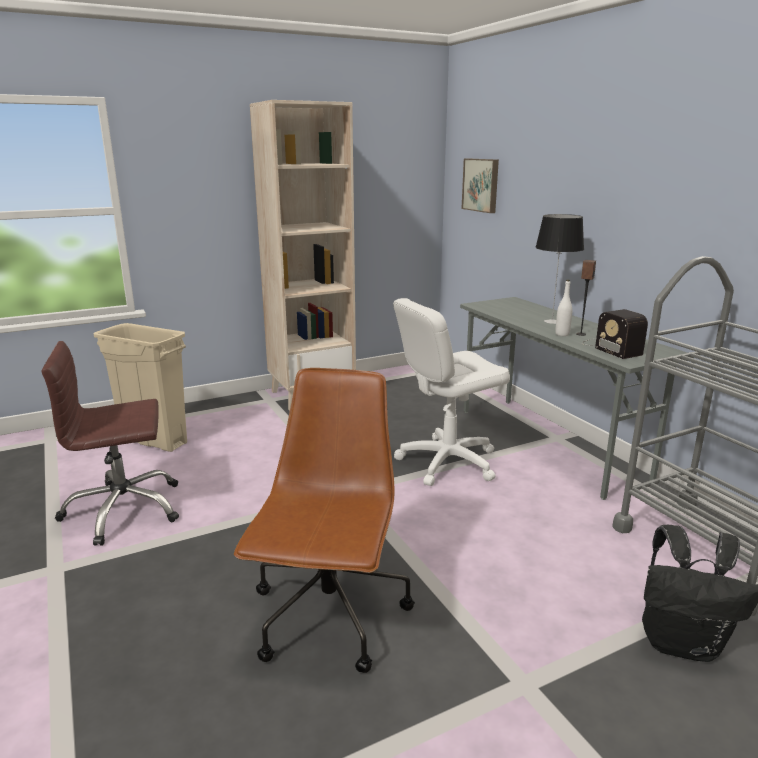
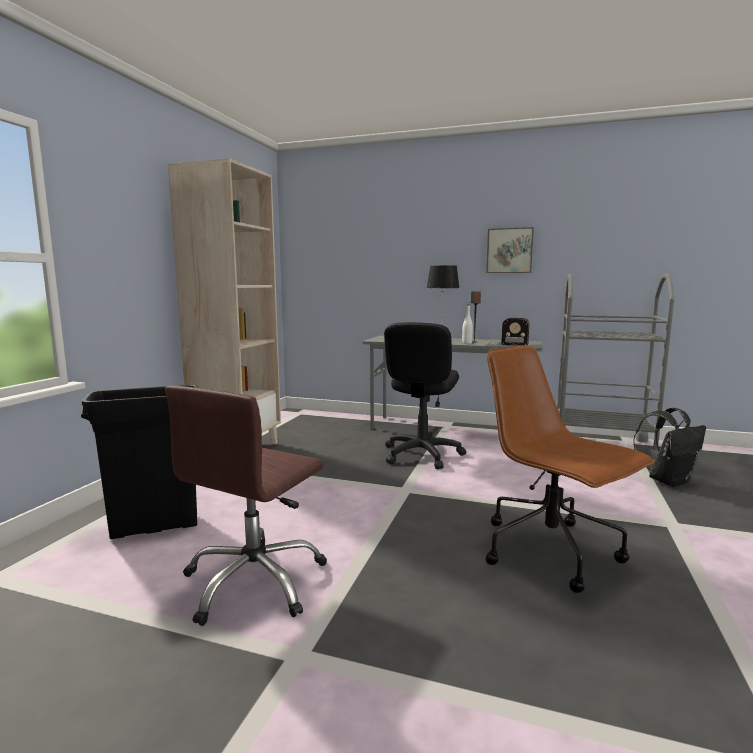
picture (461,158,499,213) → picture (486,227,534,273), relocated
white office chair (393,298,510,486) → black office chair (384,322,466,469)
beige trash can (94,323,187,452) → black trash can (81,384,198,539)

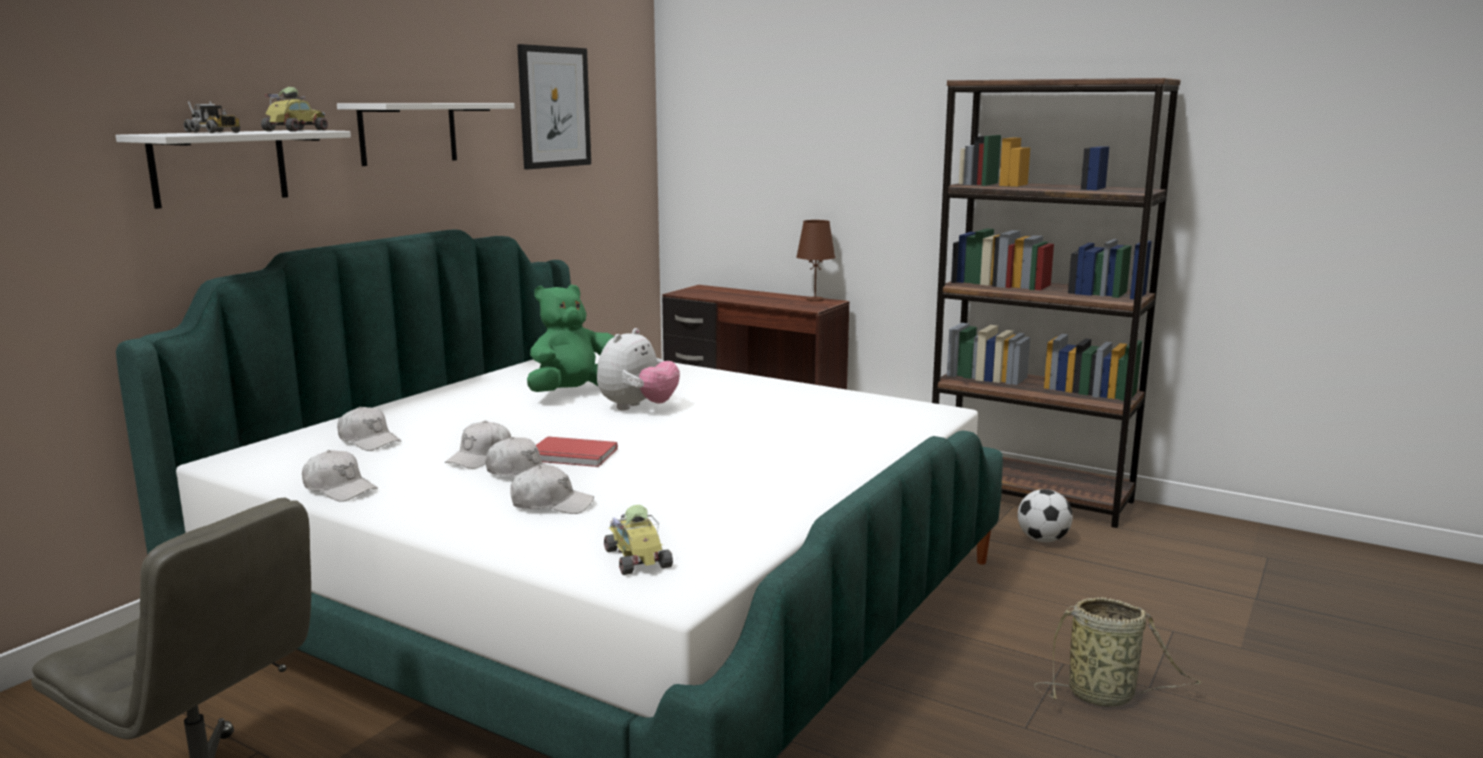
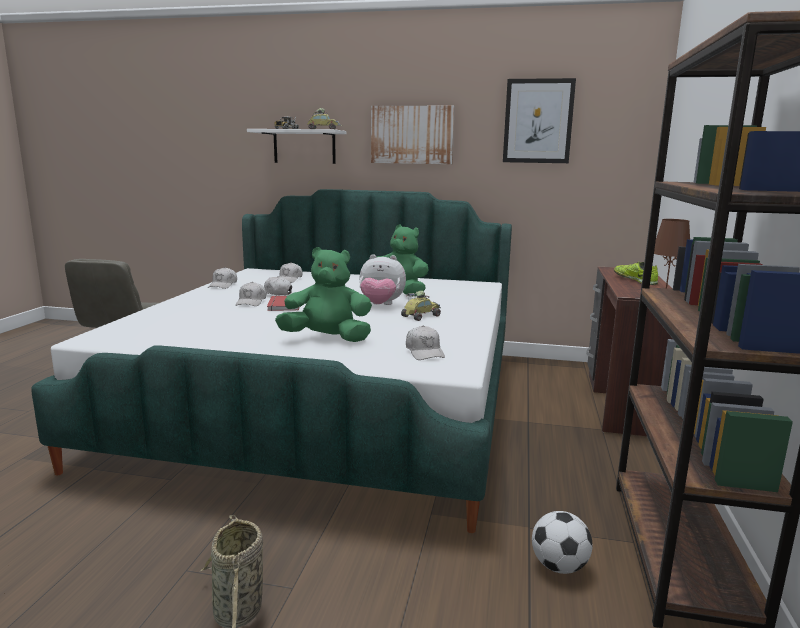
white shelf (337,103,515,166) → picture (371,106,455,164)
white cap (510,465,594,514) → white cap (406,325,445,360), relocated
toy car (604,505,673,575) → toy car (401,291,441,321), relocated
- → green plush toy (275,247,372,342)
- → shoe (614,262,658,285)

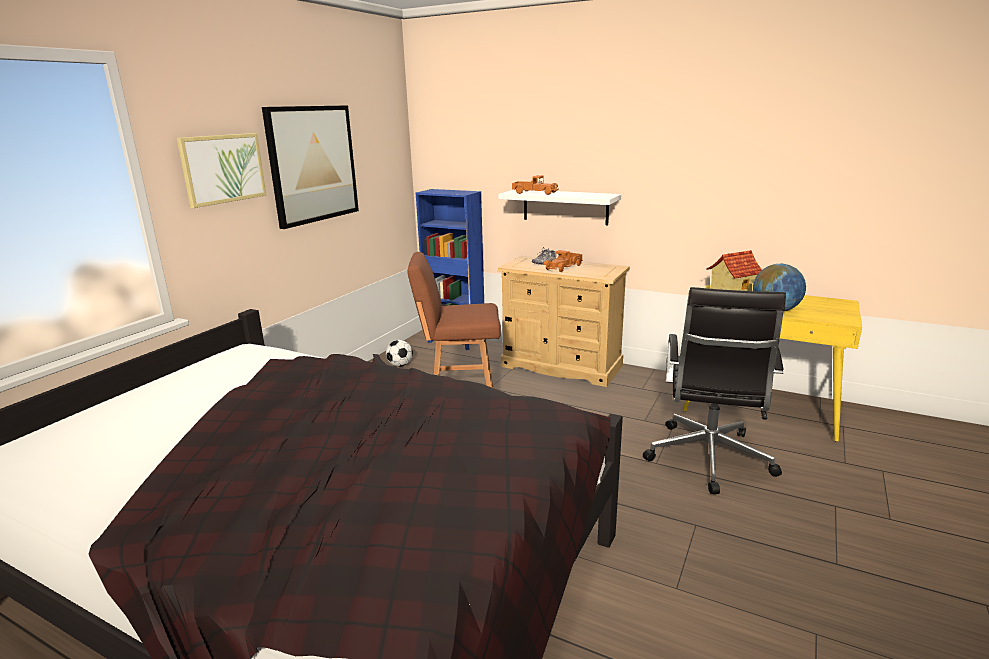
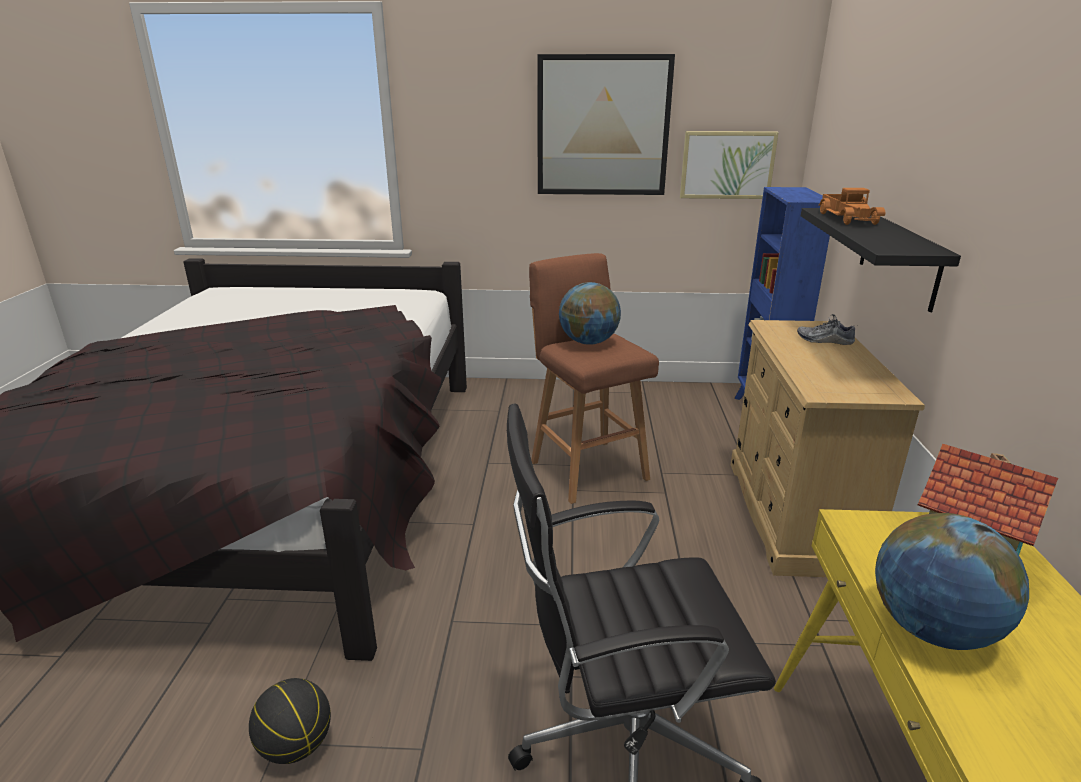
picture (177,133,266,208) → picture (680,131,779,199), relocated
white shelf (498,190,621,225) → black shelf (801,208,961,312)
toy truck (544,250,583,272) → -
football (386,340,413,367) → -
- → globe (559,282,621,345)
- → basketball (249,678,331,764)

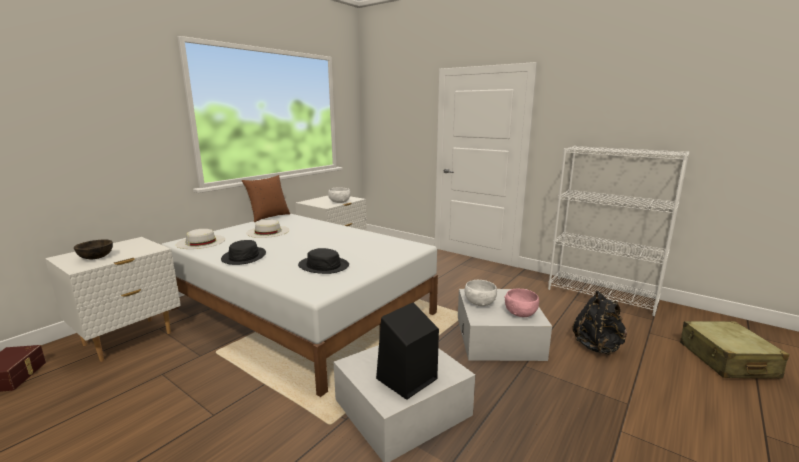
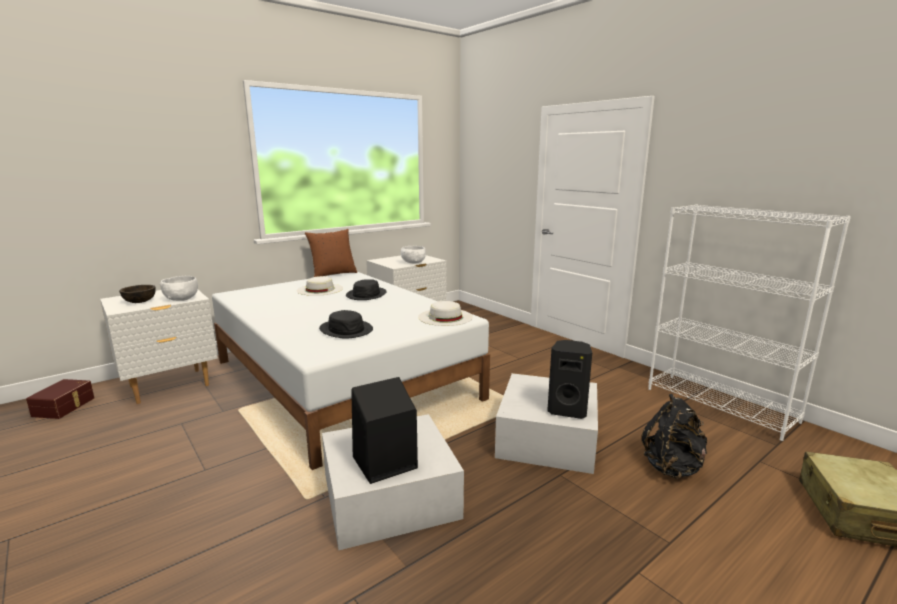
white hat (176,229,225,249) → white hat (418,301,473,326), relocated
black hat (221,240,266,265) → black hat (346,279,387,300), relocated
white bowl (465,280,497,306) → white bowl (160,276,198,301), relocated
pink bowl (504,289,539,317) → black speaker (547,340,592,419)

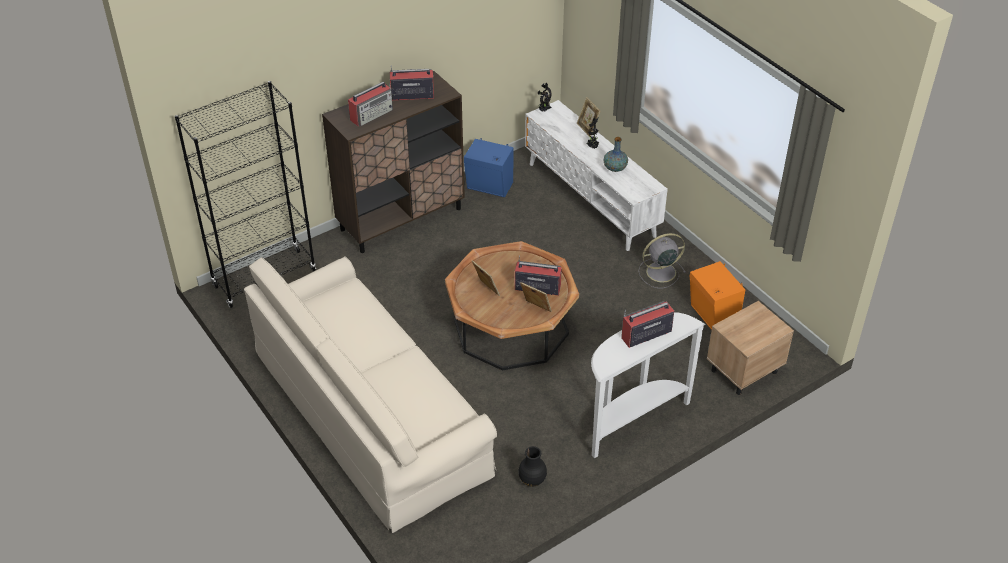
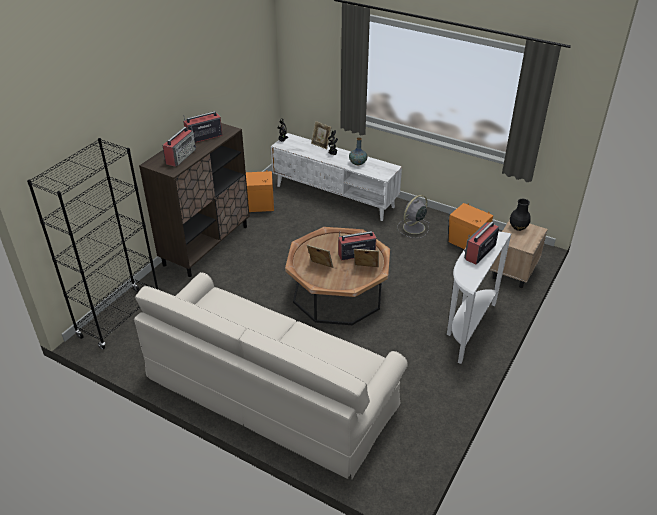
blue speaker (464,138,514,197) → orange speaker (246,170,274,212)
black vase (518,446,547,487) → black vase (510,199,531,231), relocated

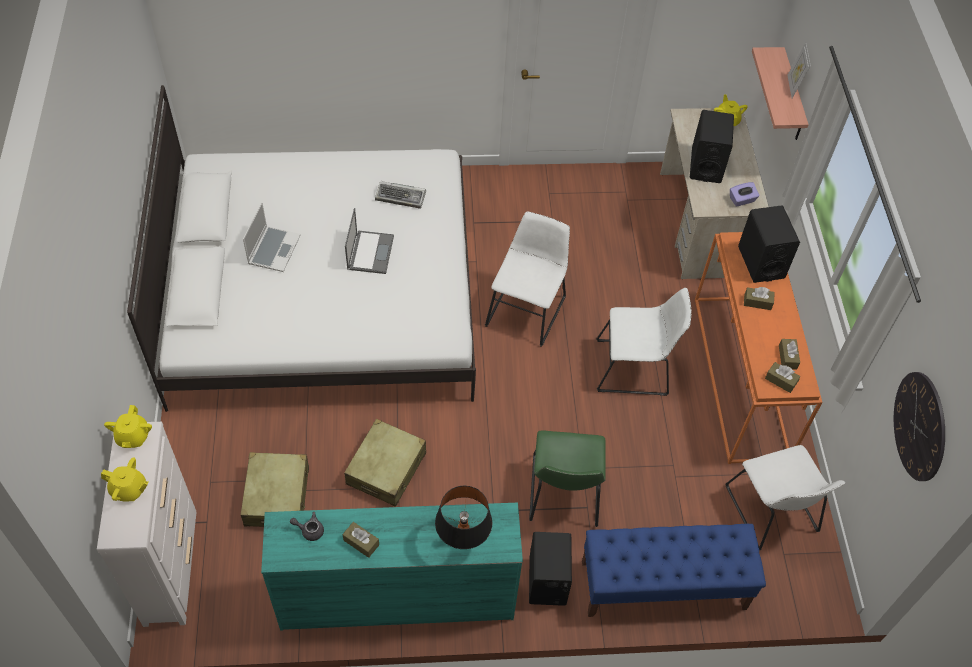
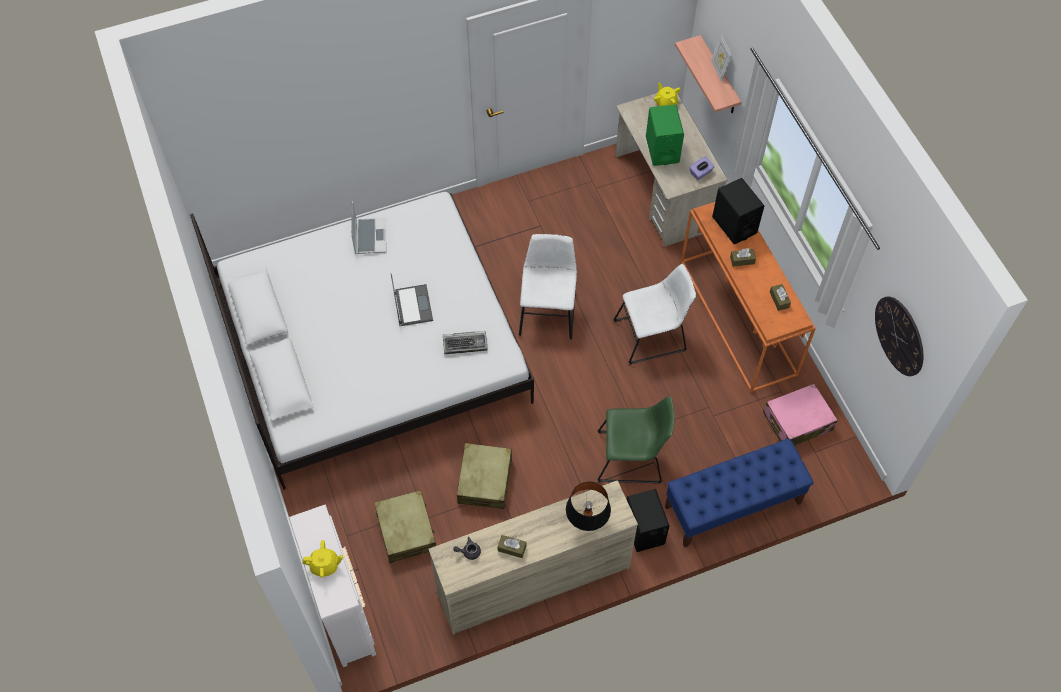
black speaker (690,110,734,183) → green speaker (646,105,684,166)
keyboard (375,181,426,209) → keyboard (443,331,488,354), relocated
laptop (243,202,301,272) → laptop (351,201,387,254), relocated
brown tissue box (765,362,800,393) → -
yellow teapot (104,405,152,448) → -
green chair (529,430,606,527) → green chair (597,396,675,484), 75 degrees counterclockwise
white chair (726,445,845,550) → pink suitcase (763,383,837,446)
turquoise dresser (261,503,523,631) → beige dresser (429,480,638,635)

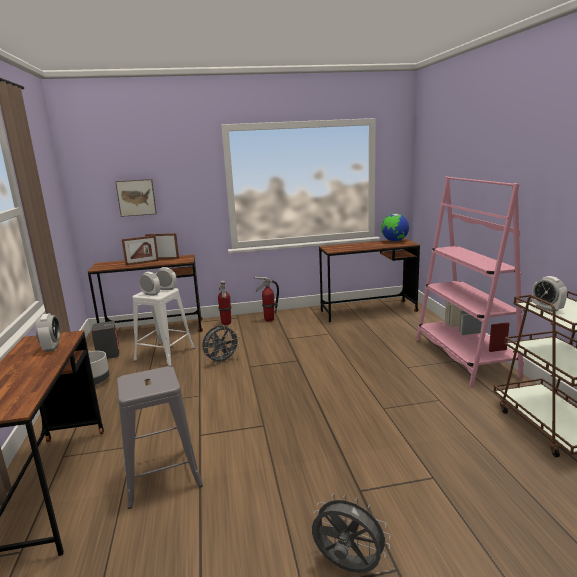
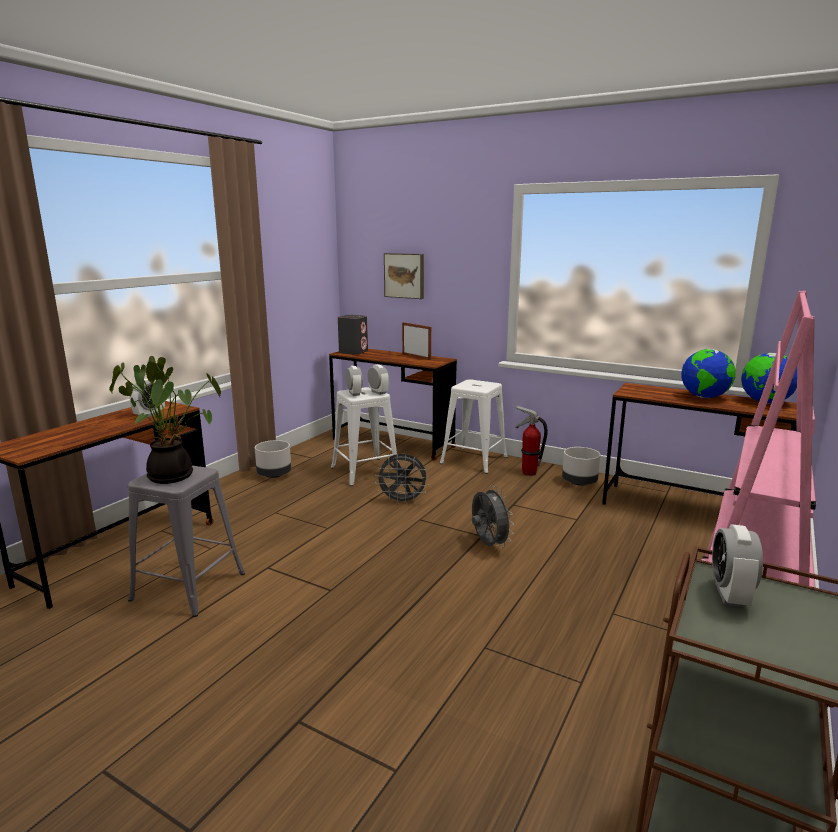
picture frame (122,235,159,266) → -
fire extinguisher (218,281,231,325) → white stool (440,379,507,474)
grey speaker (91,321,119,359) → grey speaker (338,315,368,355), relocated
grey fan (312,494,391,573) → grey fan (472,486,514,548), relocated
- → globe (681,349,736,398)
- → potted plant (109,356,221,484)
- → grey planter (562,447,600,486)

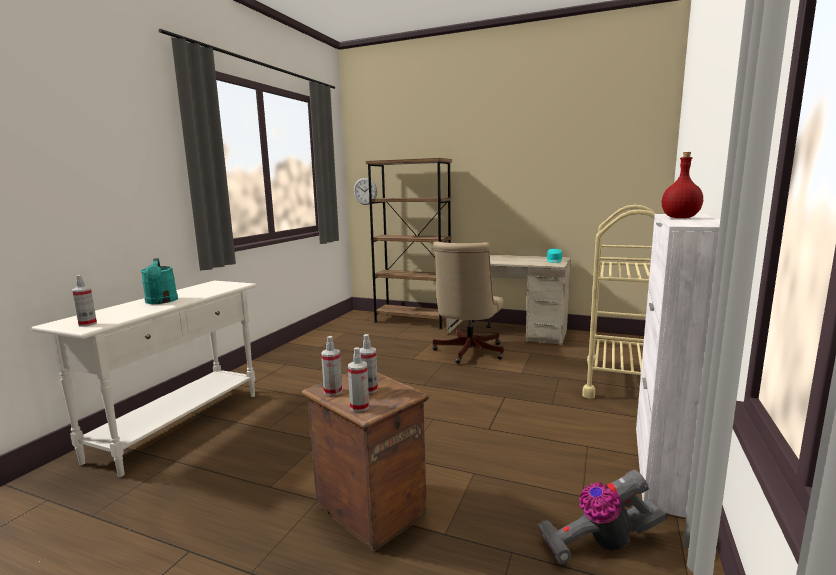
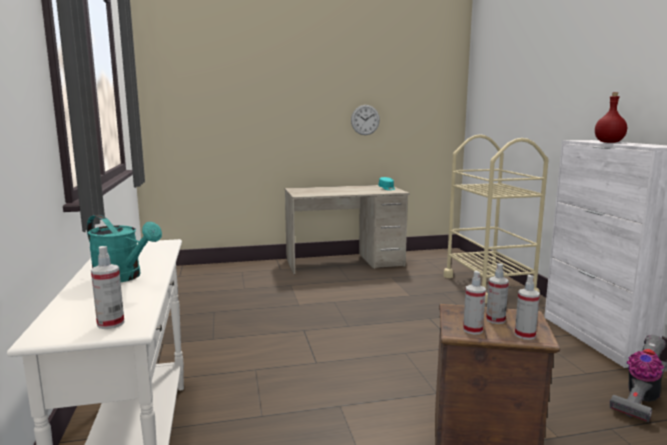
brown bookcase (366,158,452,329) → -
wall clock (353,178,377,205) → wall clock (351,105,380,135), relocated
beige office chair (433,241,504,364) → -

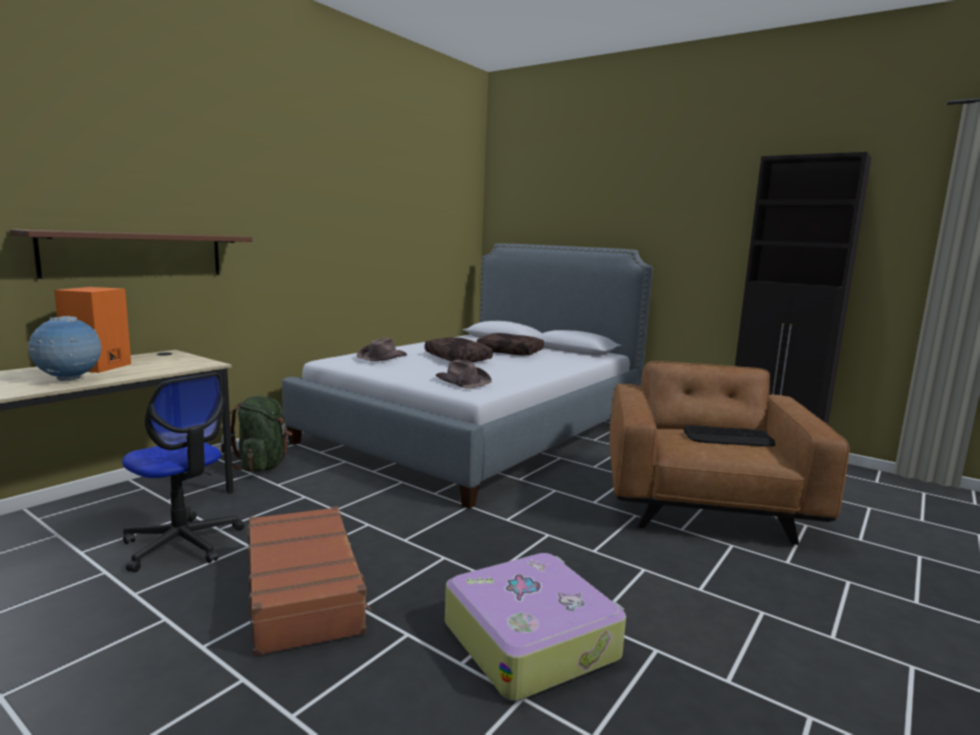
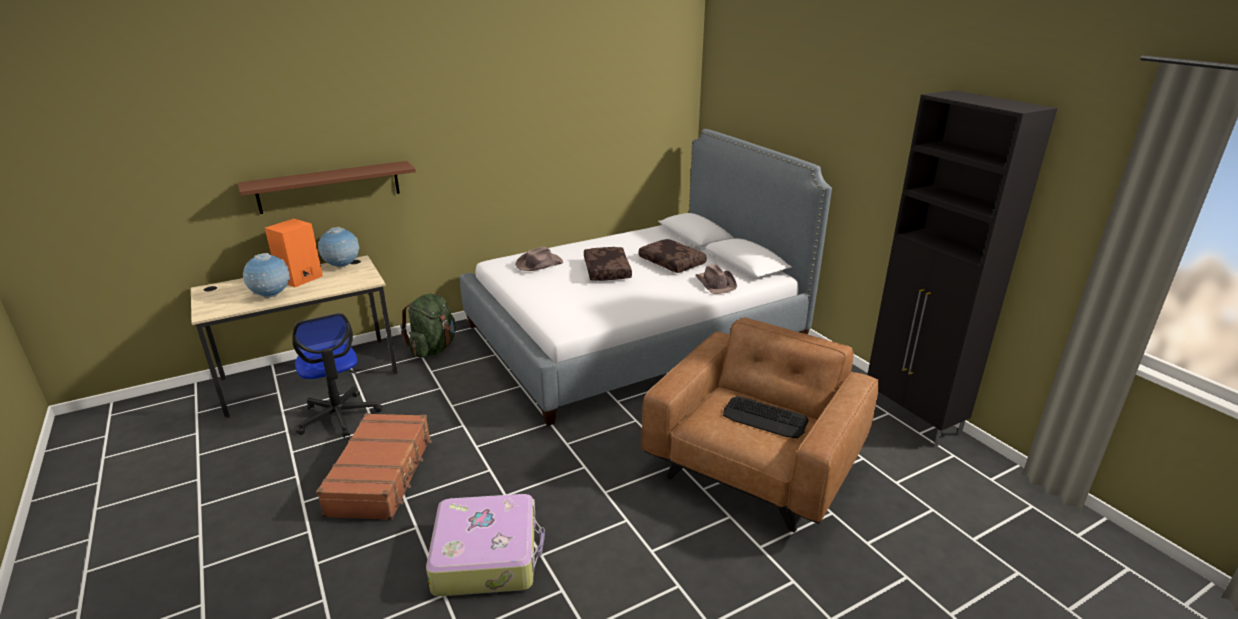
brown hat (436,360,492,389) → brown hat (696,264,737,294), relocated
- → globe (318,227,360,268)

